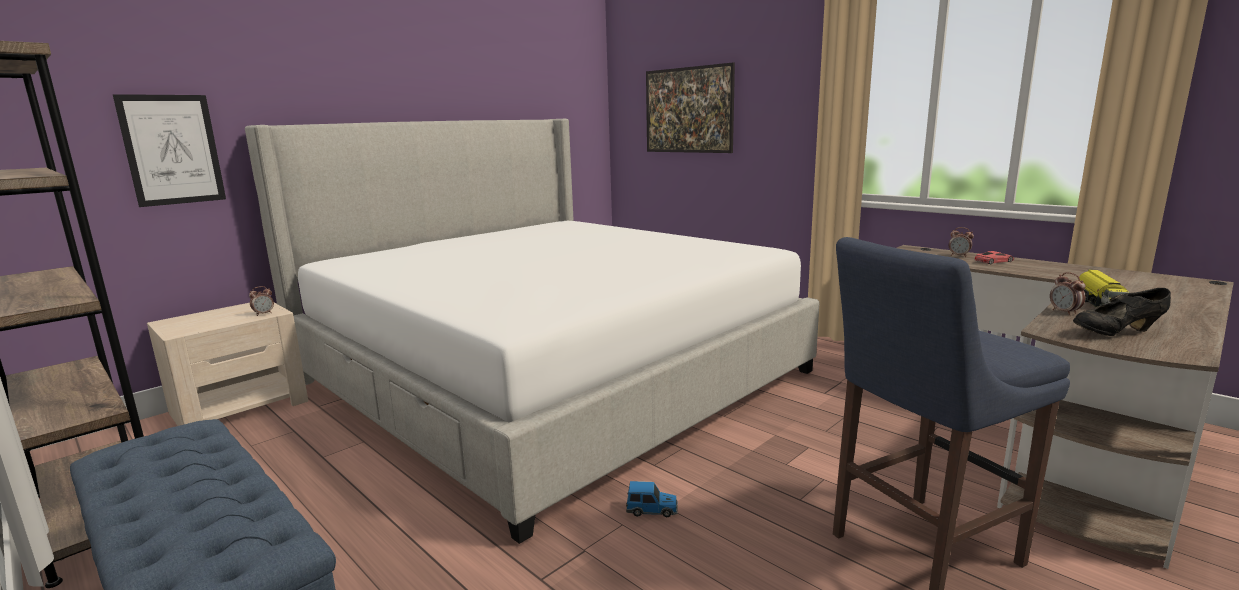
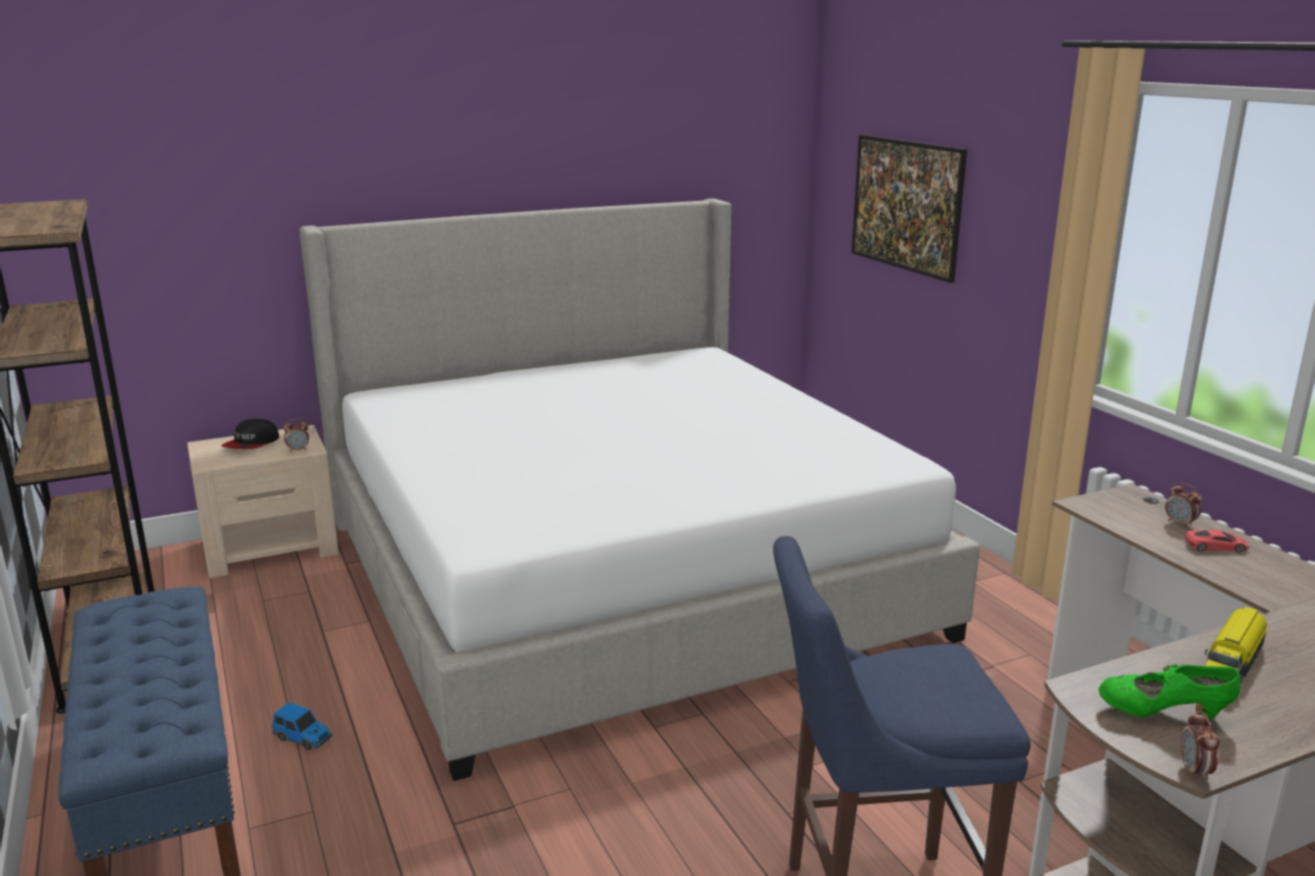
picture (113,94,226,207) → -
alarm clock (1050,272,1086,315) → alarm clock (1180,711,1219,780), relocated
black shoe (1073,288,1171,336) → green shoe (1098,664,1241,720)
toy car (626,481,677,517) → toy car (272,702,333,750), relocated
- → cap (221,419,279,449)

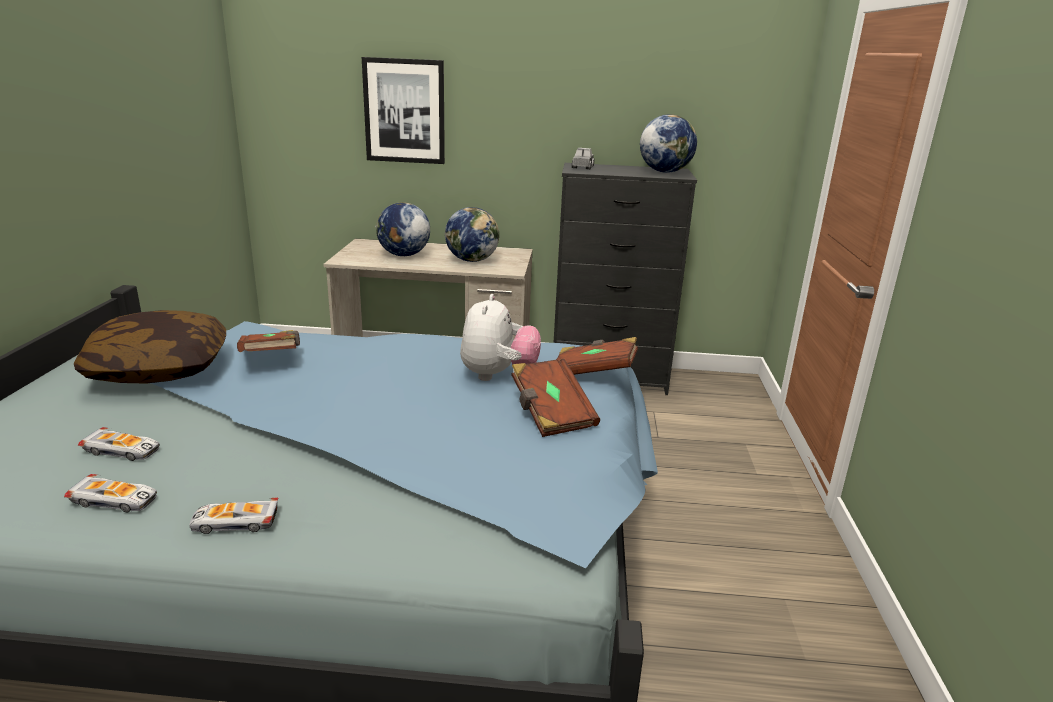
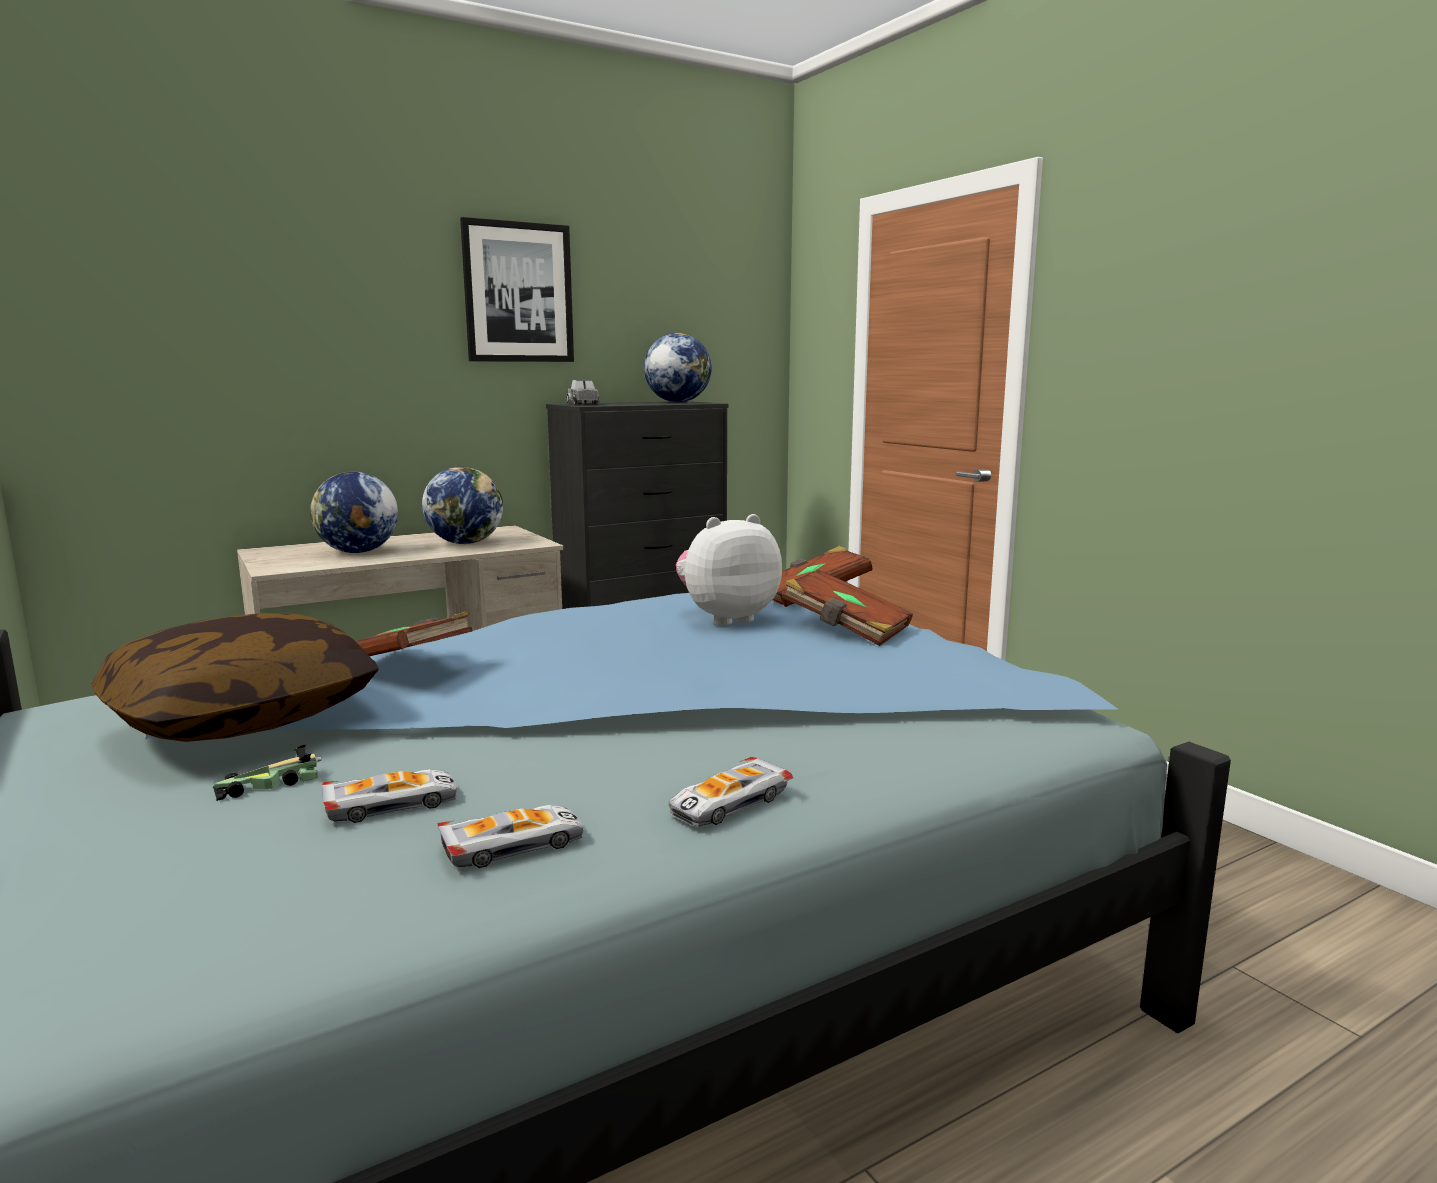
picture (362,57,445,164) → picture (460,217,574,362), relocated
plush toy (460,294,541,381) → plush toy (676,514,782,626), 90 degrees counterclockwise
- → toy car (213,744,322,801)

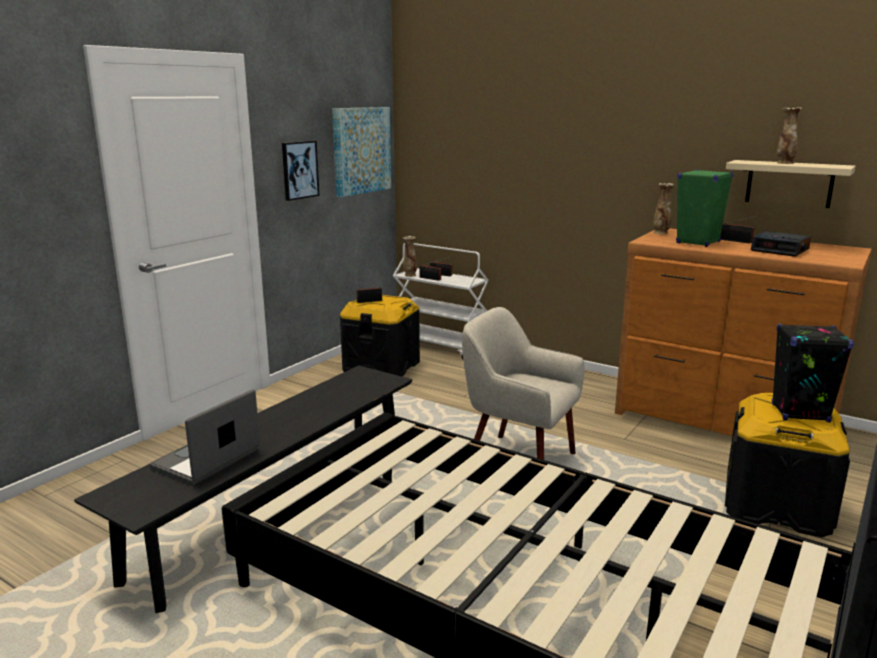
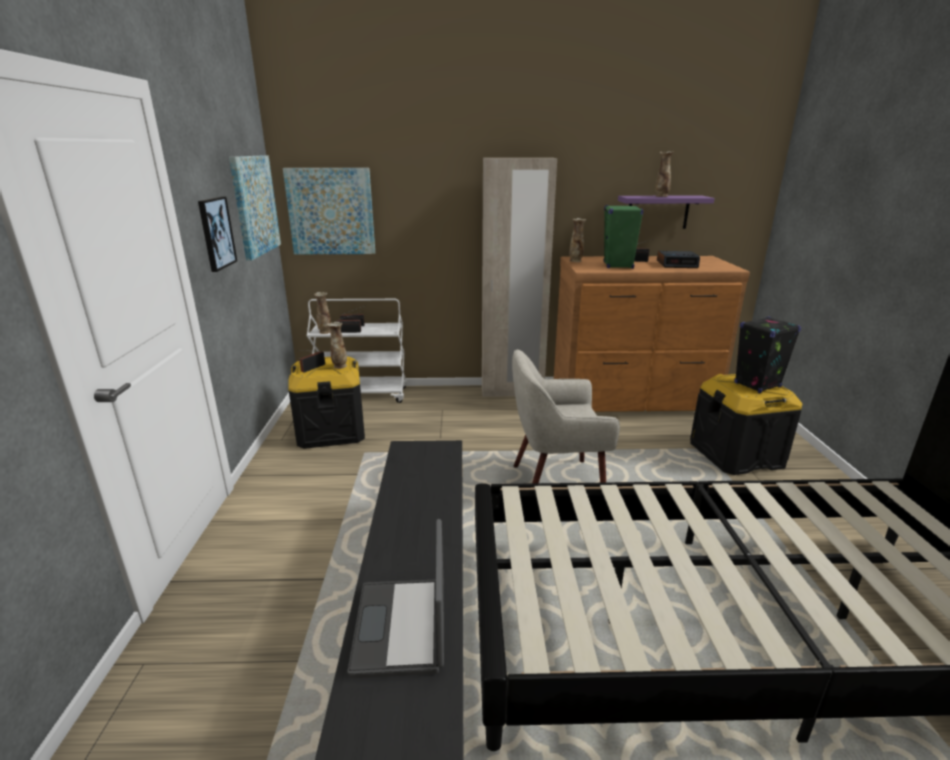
beige shelf (726,160,855,208) → purple shelf (618,196,715,229)
- → beige wardrobe (482,158,557,397)
- → picture (283,168,375,254)
- → vase (327,322,347,369)

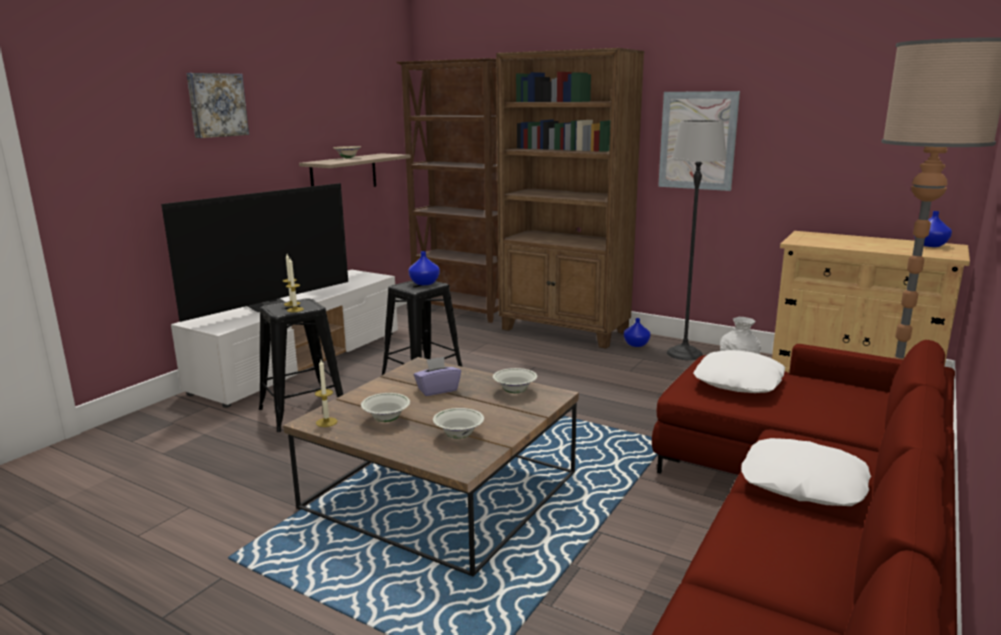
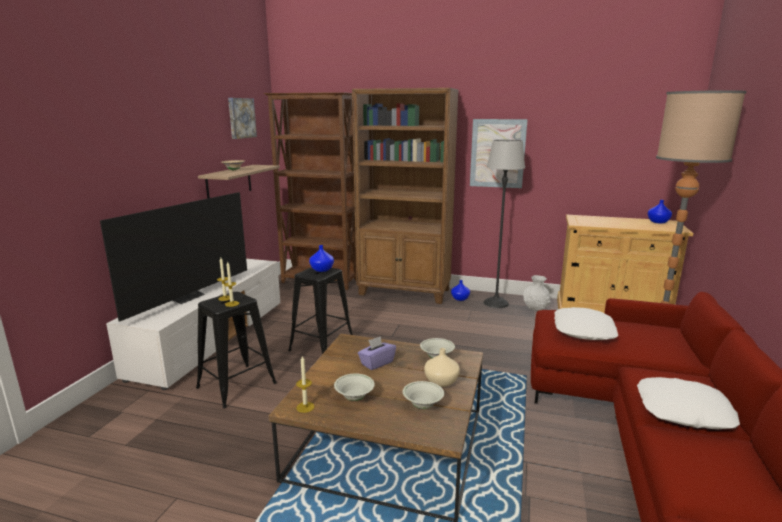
picture (187,73,249,138) → picture (228,98,257,139), relocated
- → beige vase (424,348,460,387)

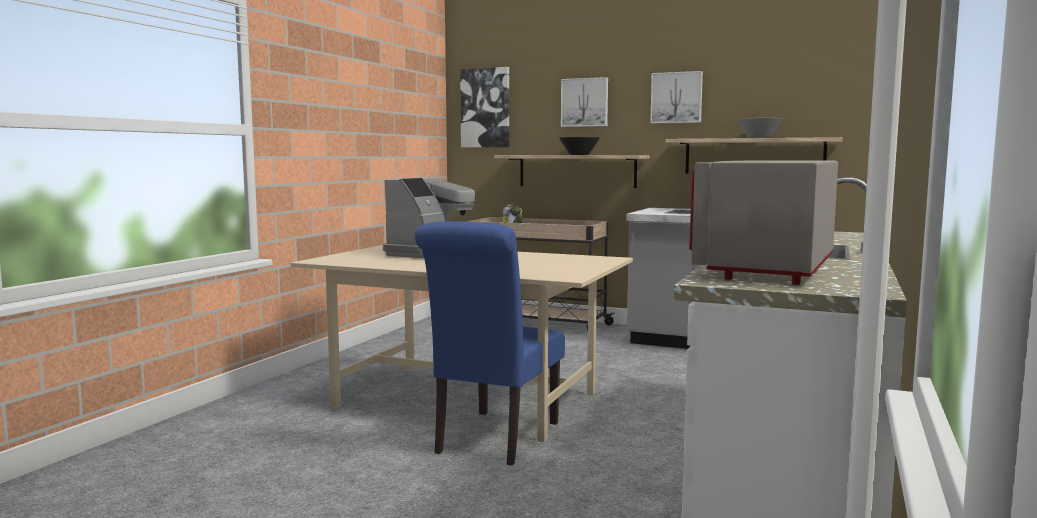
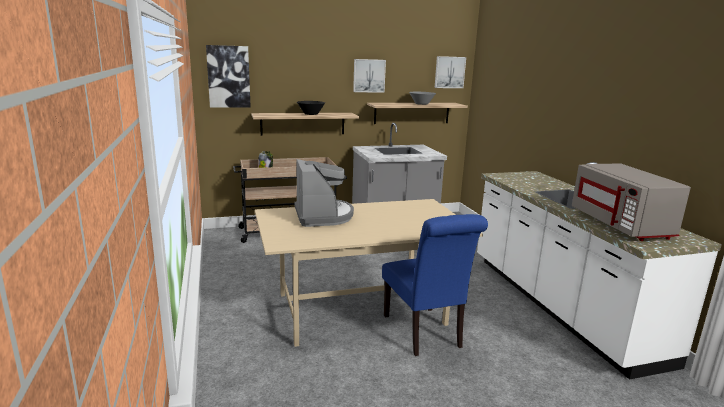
picture (561,77,608,127) → picture (435,56,466,88), relocated

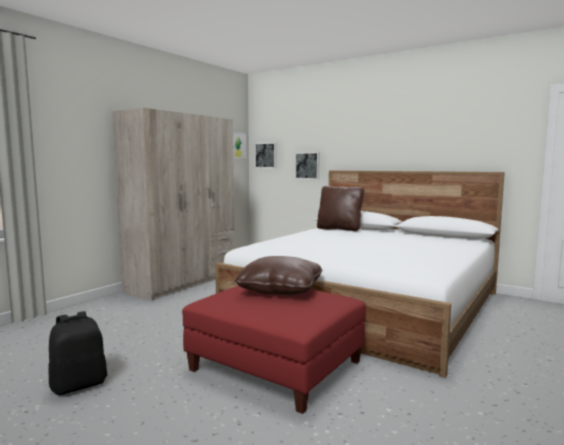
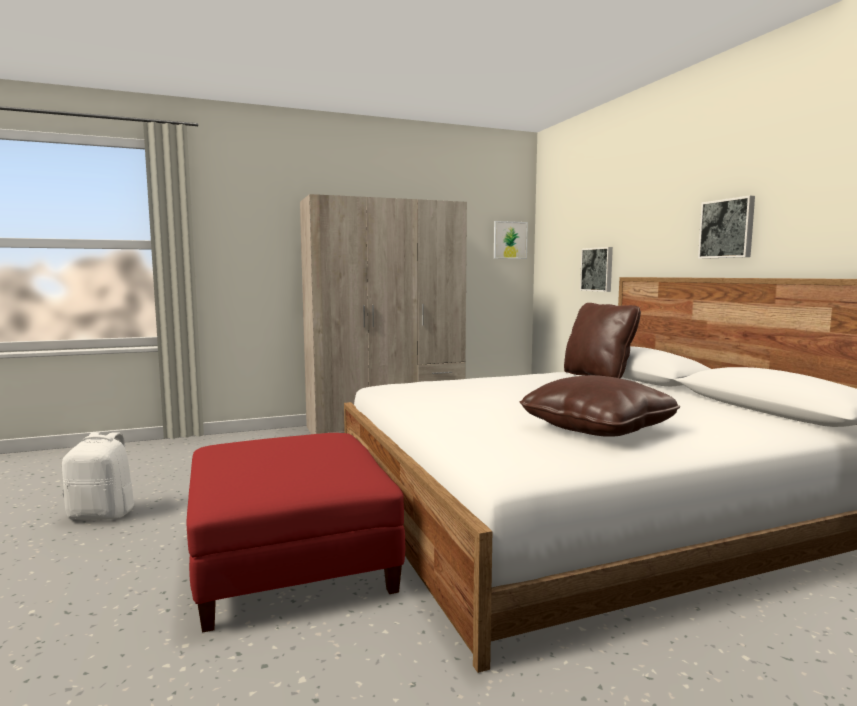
picture (255,143,277,168) → picture (698,196,755,259), relocated
brown pillow (234,256,322,295) → brown pillow (519,375,680,437), relocated
black backpack (48,311,107,395) → white backpack (62,432,135,520)

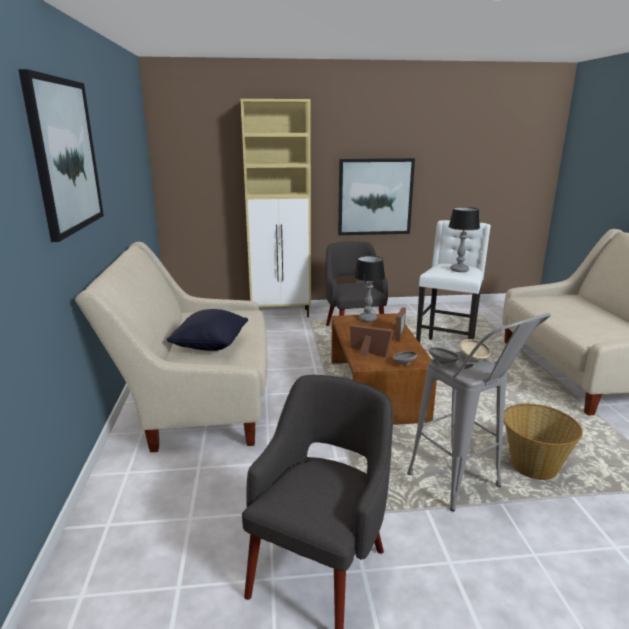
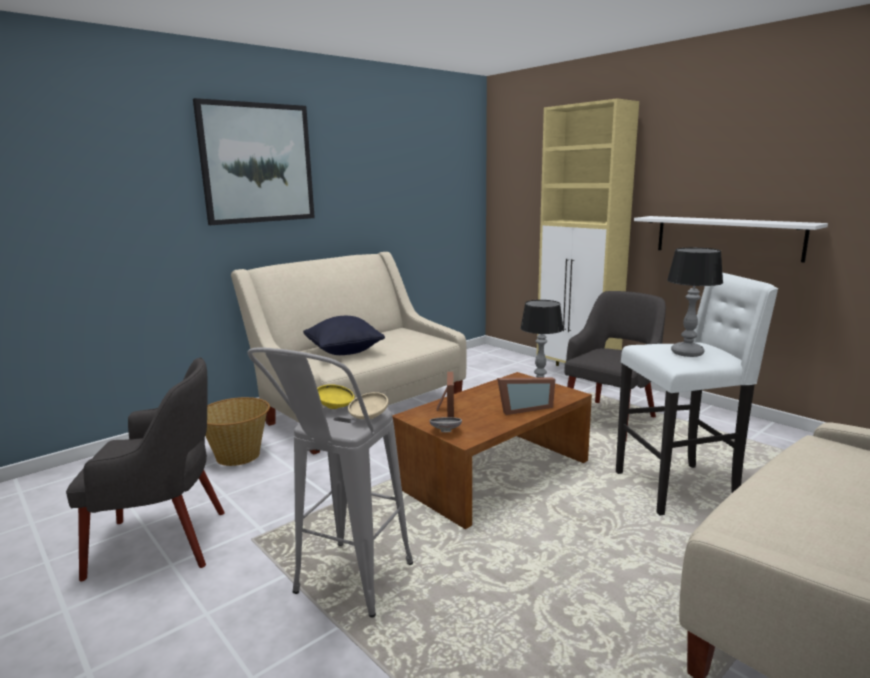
picture (338,158,415,235) → white shelf (634,216,828,263)
grey bowl (429,347,460,365) → yellow bowl (317,384,354,409)
basket (504,404,583,480) → basket (205,397,270,466), relocated

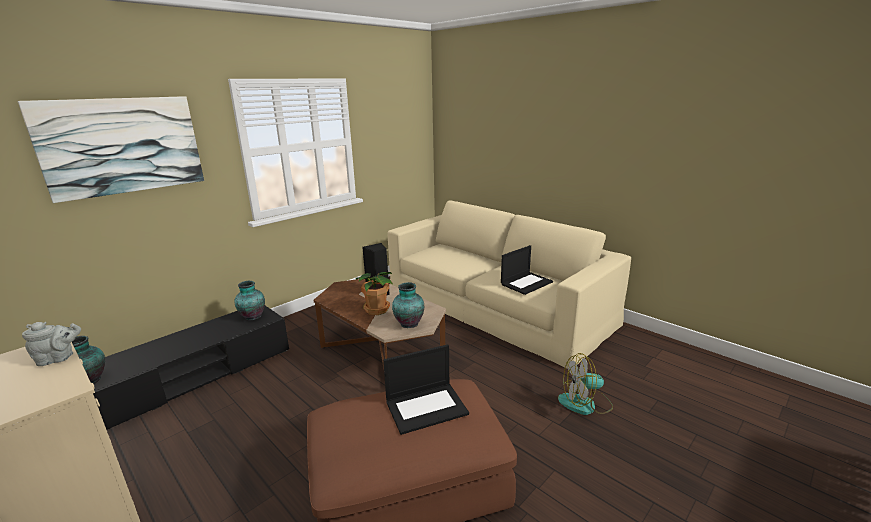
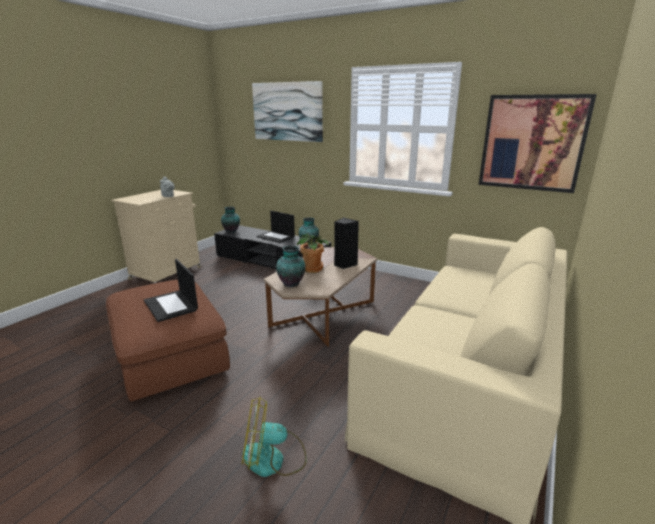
laptop (501,245,553,295) → laptop (256,211,295,243), relocated
fan (558,353,613,415) → fan (241,397,307,477), 75 degrees counterclockwise
- → picture (478,94,597,193)

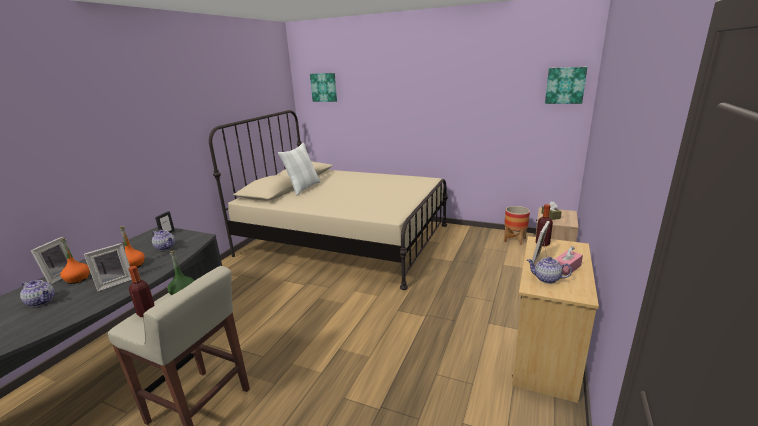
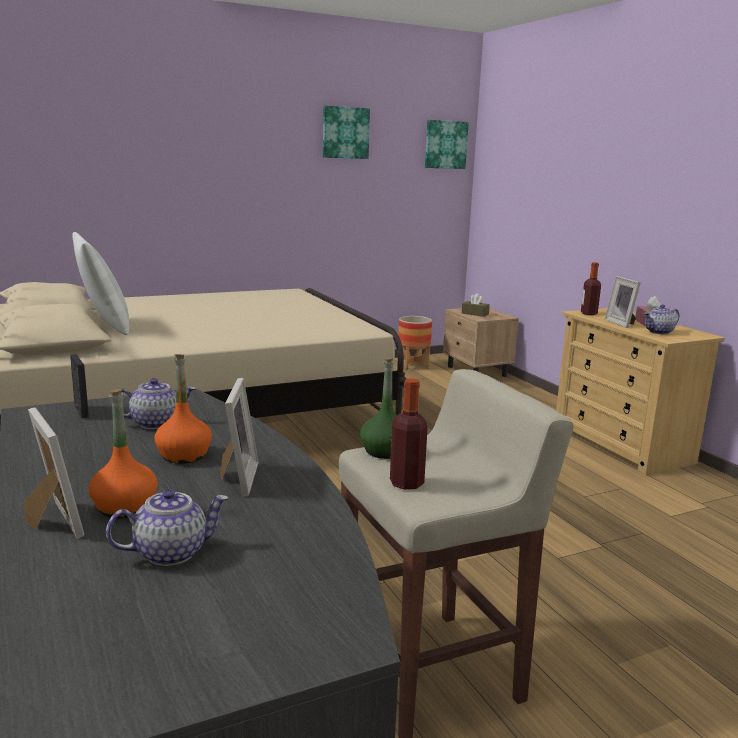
picture (310,73,337,102) → picture (323,106,370,159), relocated

